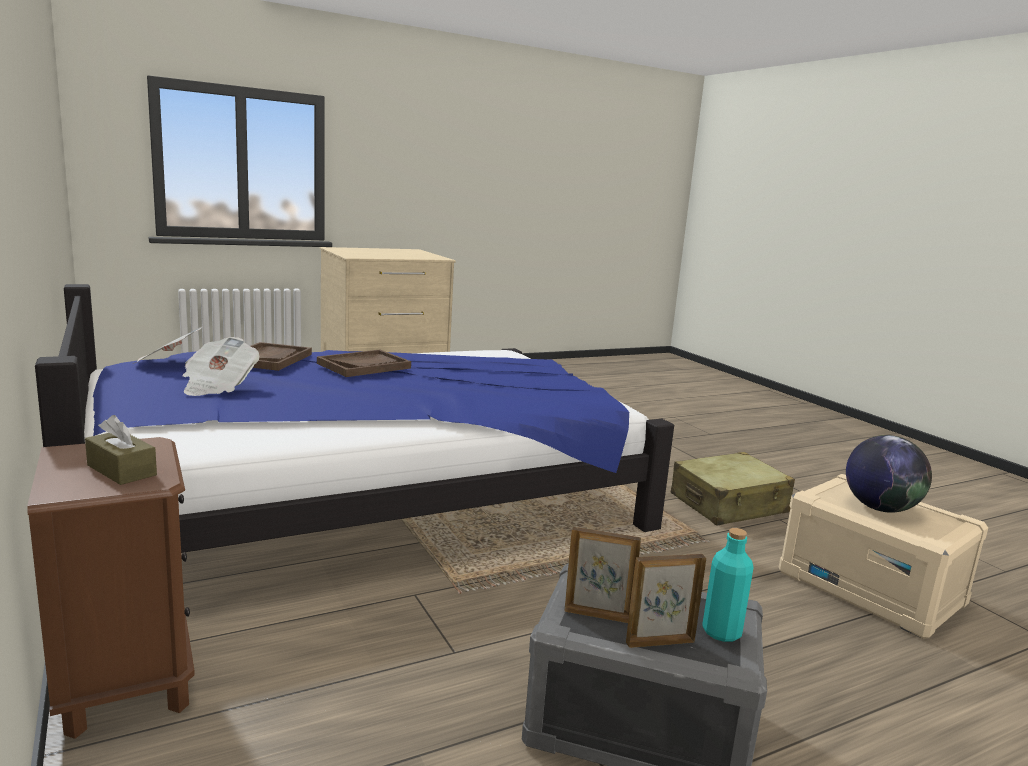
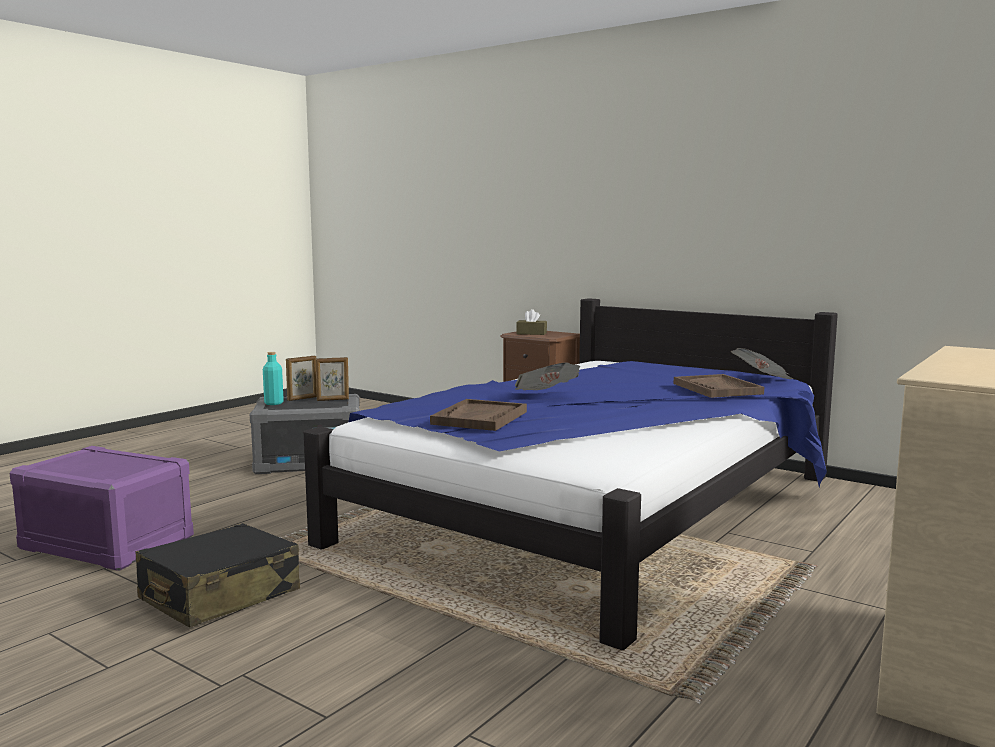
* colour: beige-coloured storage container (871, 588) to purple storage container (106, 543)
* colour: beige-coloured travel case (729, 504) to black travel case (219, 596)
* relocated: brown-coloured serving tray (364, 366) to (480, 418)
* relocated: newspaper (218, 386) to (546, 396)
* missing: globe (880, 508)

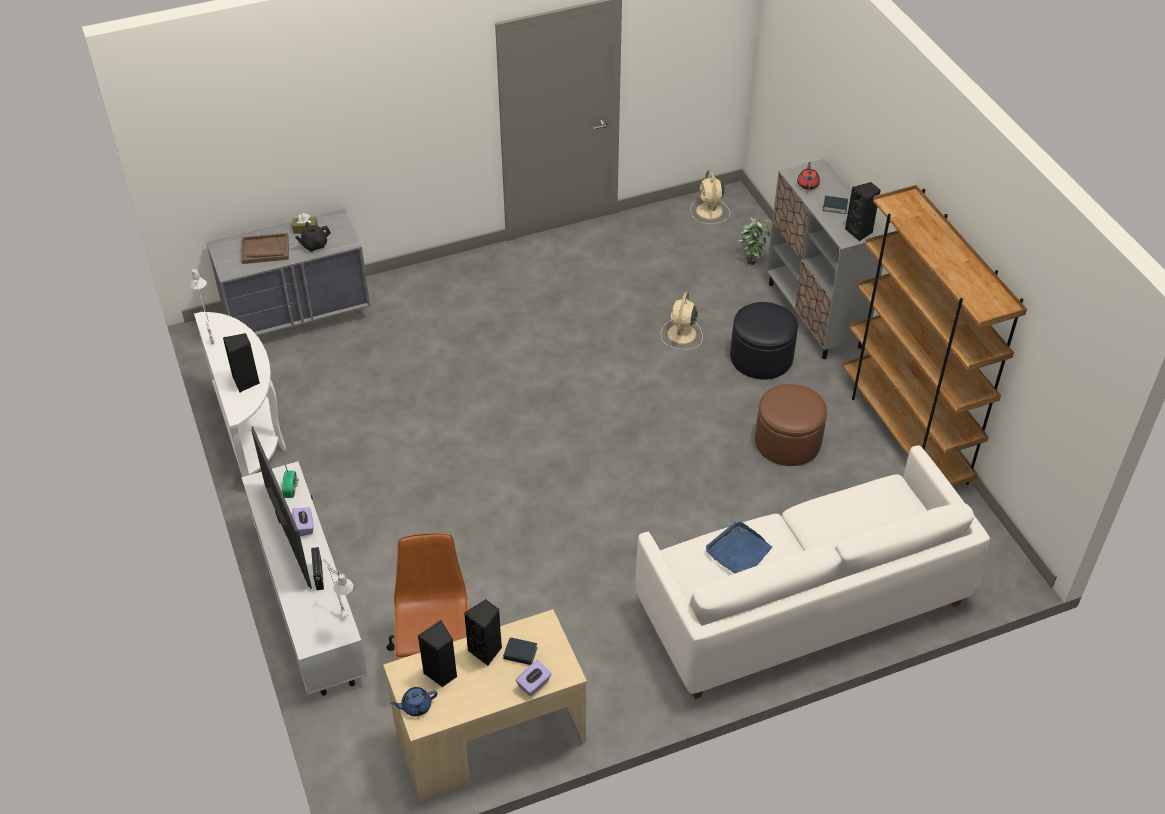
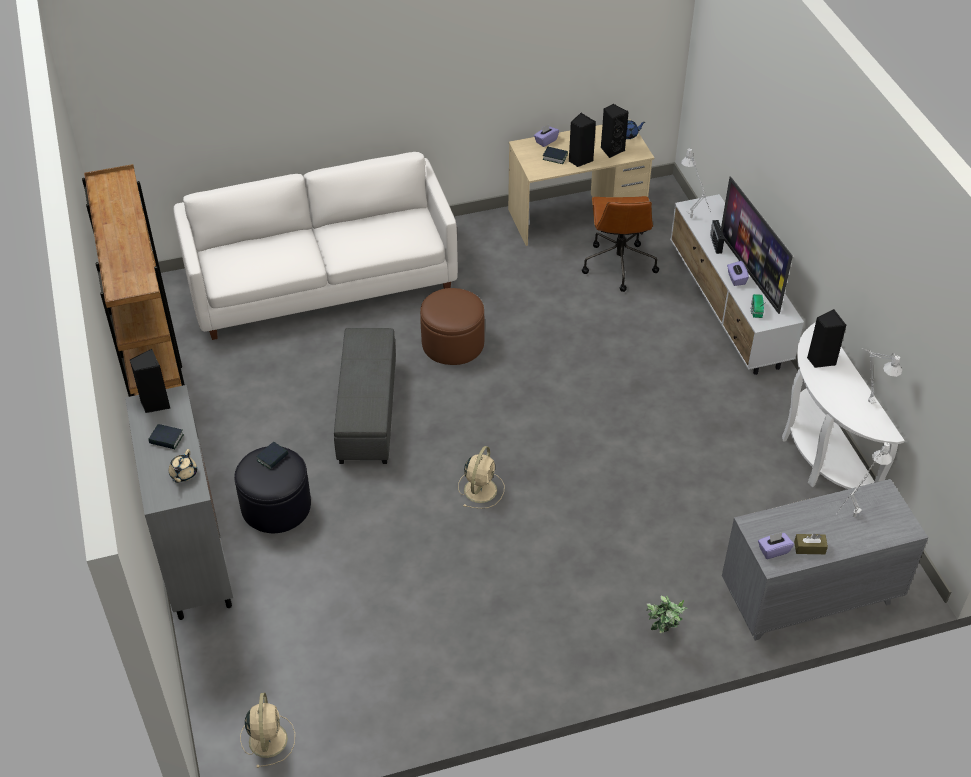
* colour: reddish pot for tea (808, 184) to beige-coloured pot for tea (183, 474)
* appeared: volume (272, 458)
* appeared: gray pouffe (366, 412)
* relocated: brown-coloured pouffe (788, 442) to (453, 343)
* relocated: beige-coloured electric fan (681, 335) to (481, 489)
* relocated: houseplant (751, 259) to (662, 634)
* appeared: purple tissue holder (773, 550)
* exchanged: brown-coloured serving tray (265, 250) to gray tabletop lamp (851, 519)
* missing: black pot for tea (314, 245)
* missing: blue serving tray (738, 551)

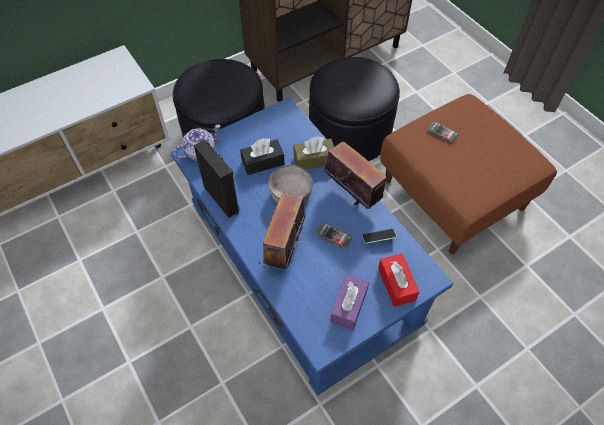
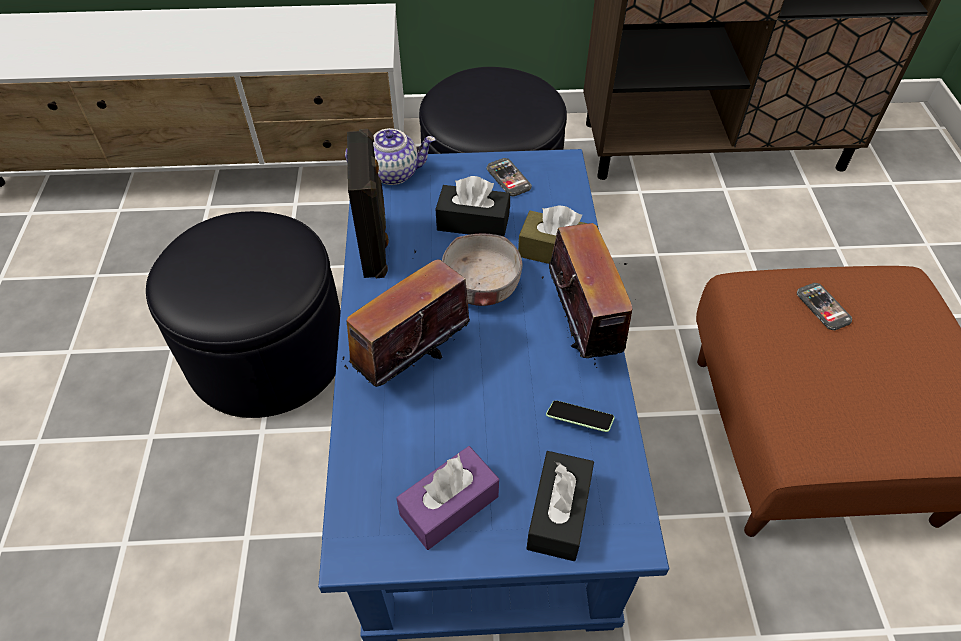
* relocated: black pouffe (350, 132) to (268, 351)
* relocated: telephone (333, 236) to (508, 178)
* colour: reddish tissue holder (396, 284) to black tissue holder (559, 513)

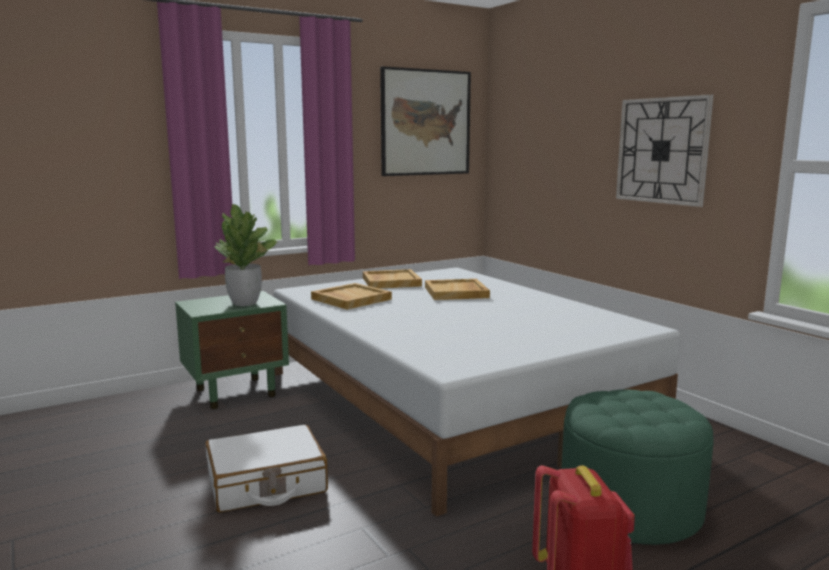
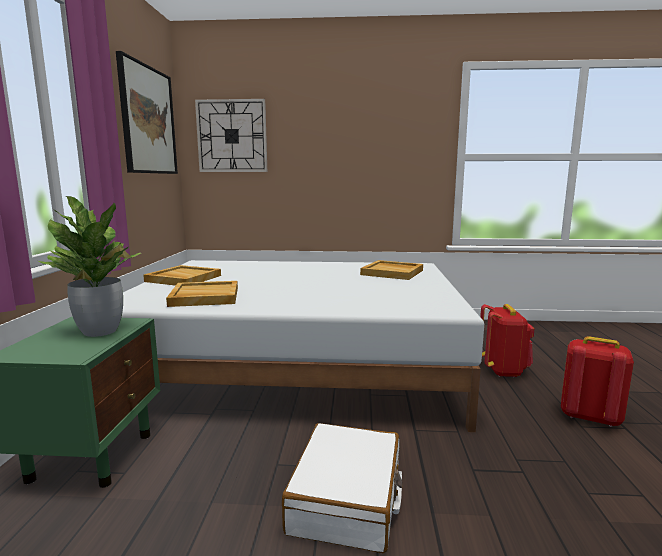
* relocated: clock on the wall (662, 150) to (232, 136)
* relocated: beige-coloured serving tray (456, 292) to (393, 272)
* exchanged: green pouffe (630, 506) to reddish knapsack (503, 370)

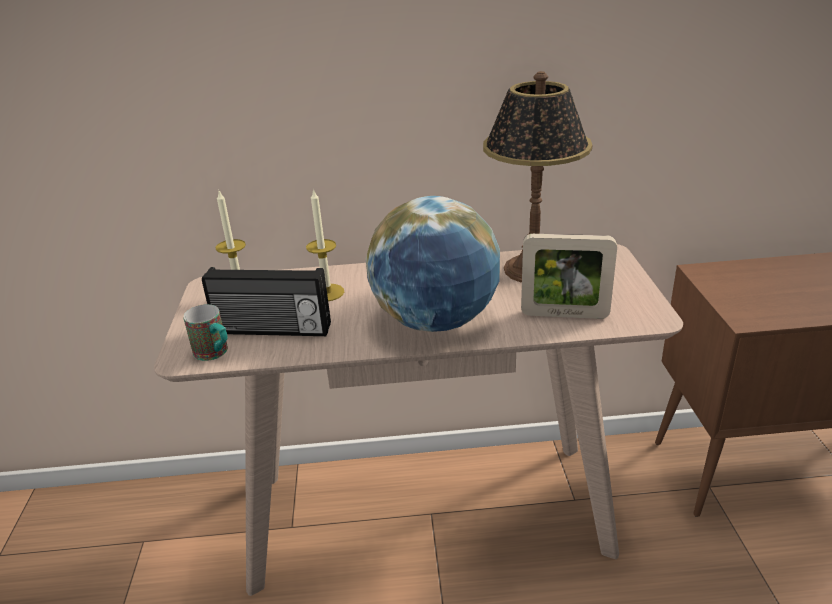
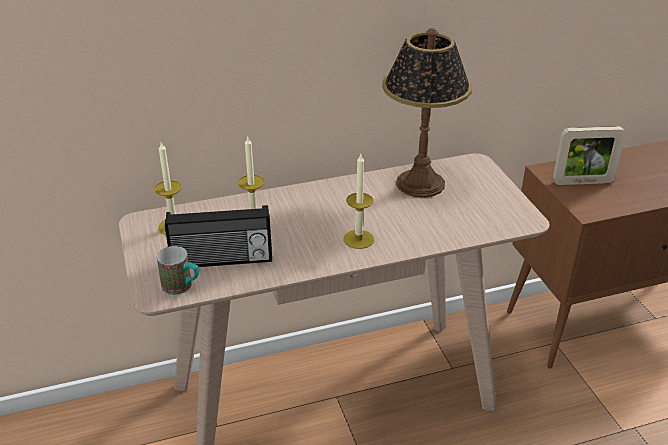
* exchanged: globe (436, 321) to wax light (358, 239)
* relocated: photo frame (564, 314) to (582, 182)

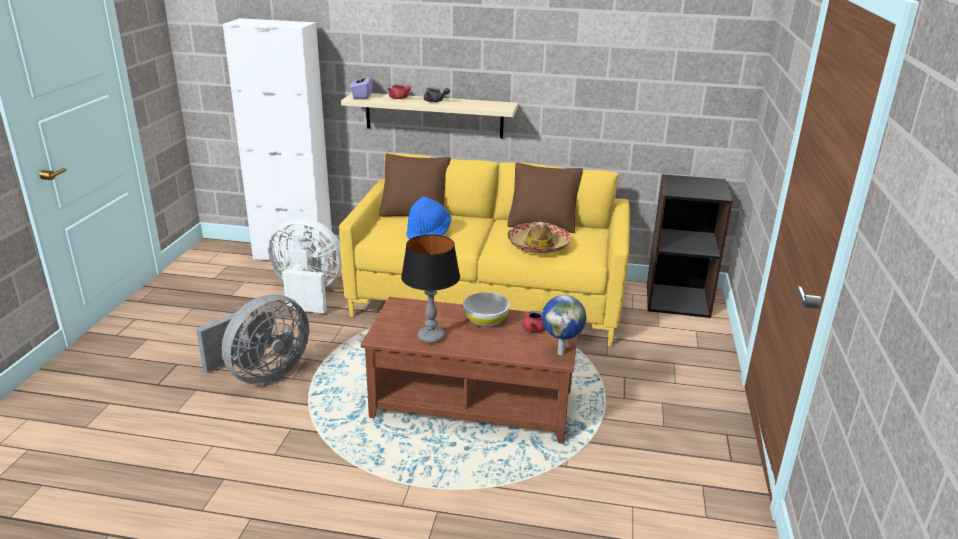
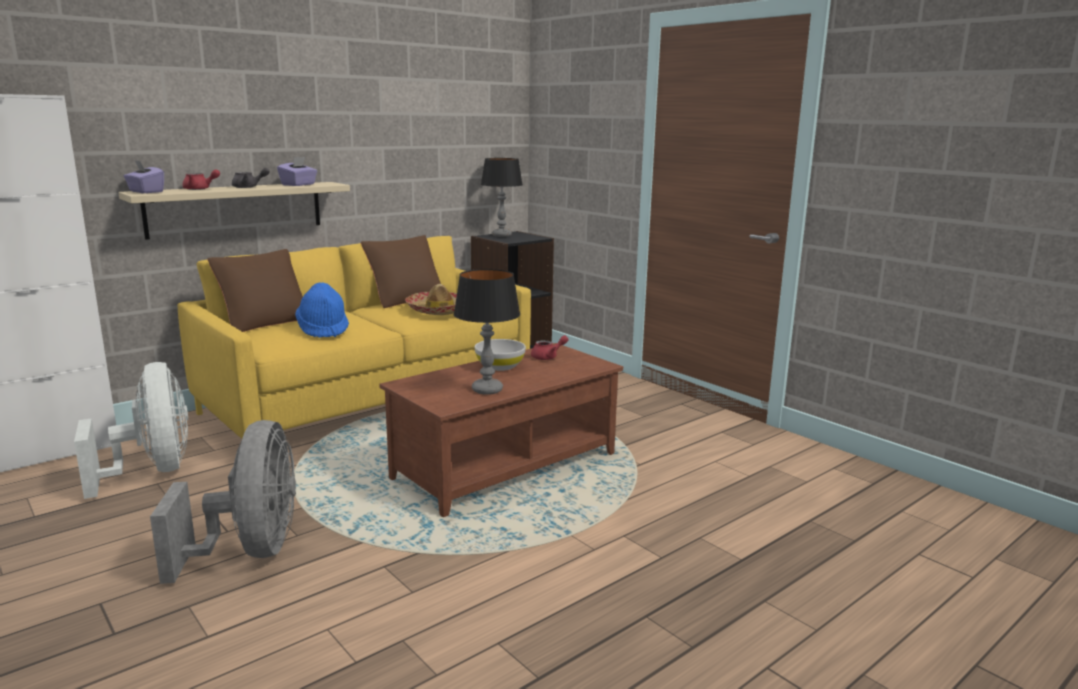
* spun: whitish electric fan (308, 293) = (153, 471) 105 degrees clockwise
* appeared: purple tissue holder (299, 185)
* appeared: tabletop lamp (501, 235)
* missing: globe (561, 352)

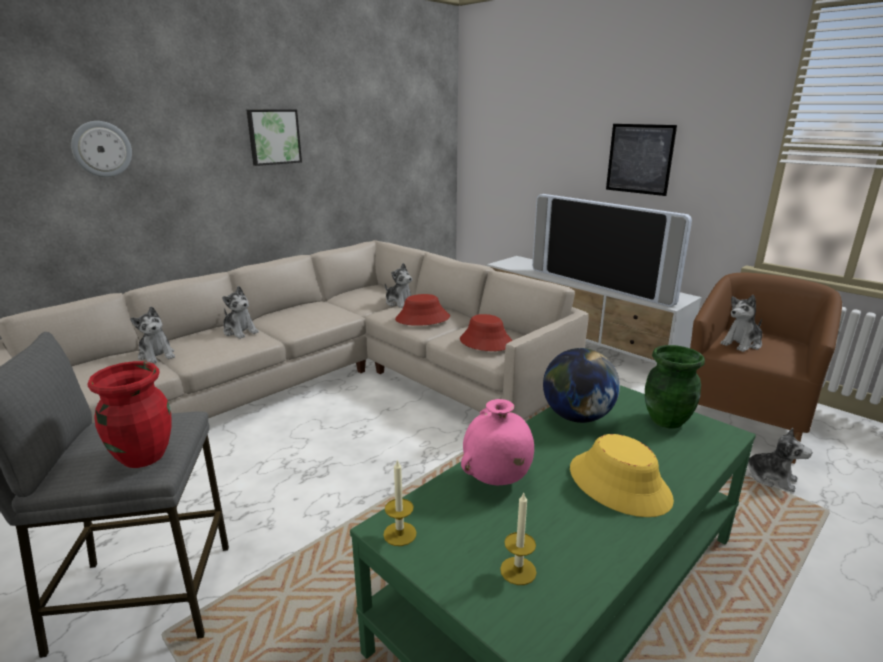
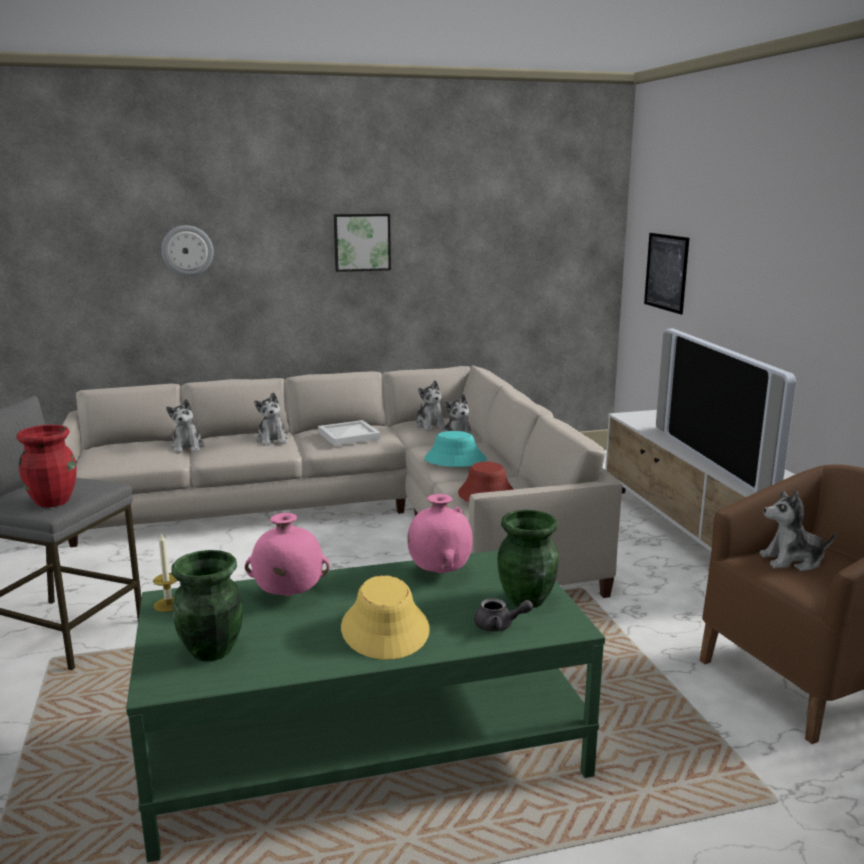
* exchanged: wax light (518, 570) to green vase (211, 651)
* appeared: whitish serving tray (348, 436)
* exchanged: globe (577, 417) to pink vase (439, 572)
* relocated: soft toy (771, 478) to (430, 425)
* colour: reddish clothing hat (422, 318) to turquoise clothing hat (455, 460)
* appeared: gray pot for tea (499, 626)
* relocated: wall art (639, 159) to (666, 272)

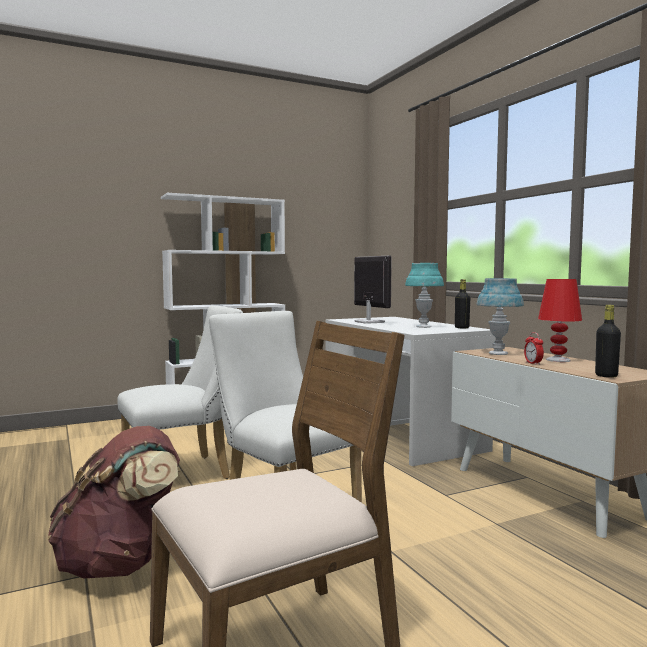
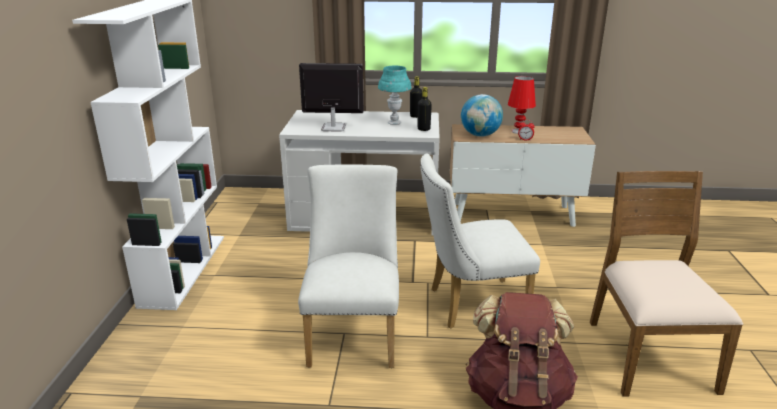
* relocated: black bottle (606, 376) to (423, 129)
* exchanged: blue tabletop lamp (498, 353) to globe (480, 135)

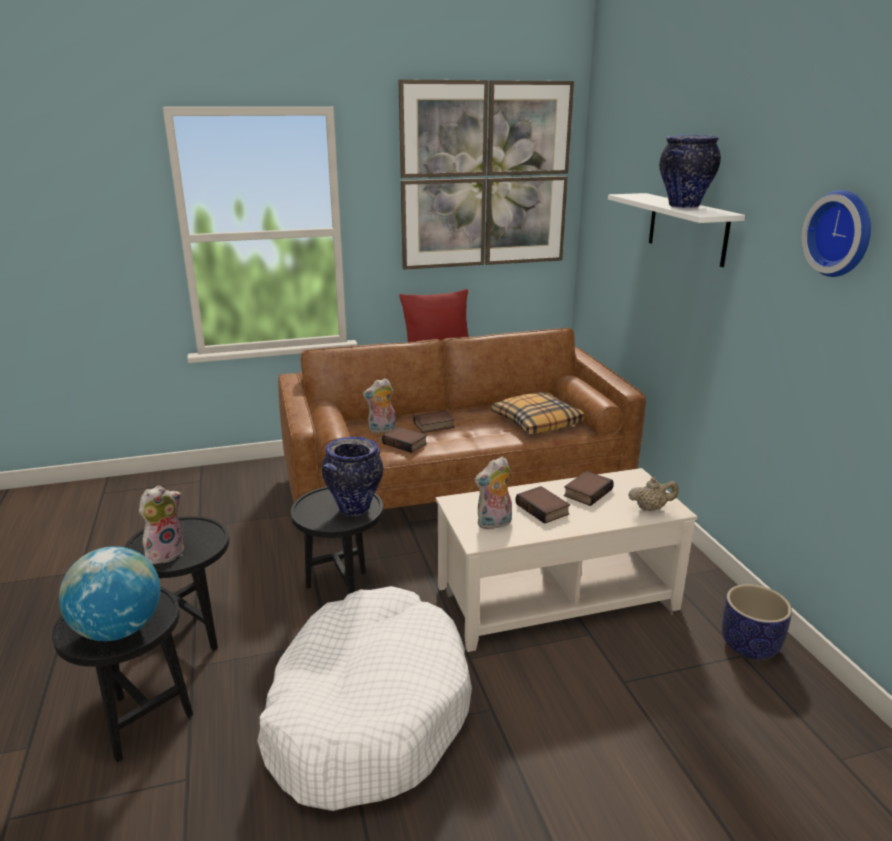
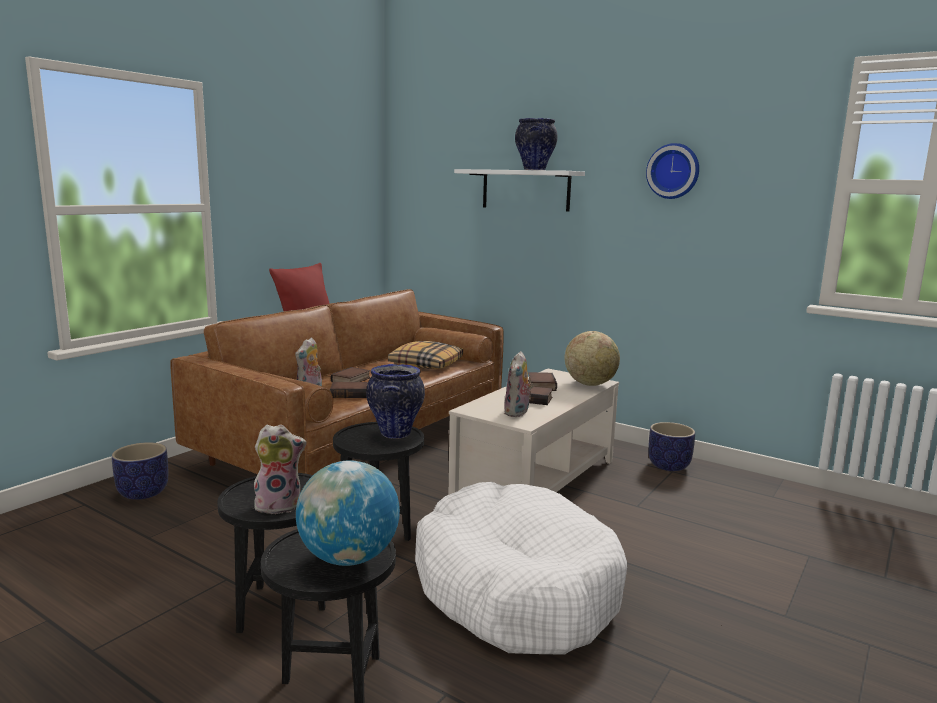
* appeared: plant pot (143, 492)
* spun: soft toy (165, 553) = (279, 505) 75 degrees clockwise
* exchanged: beige-coloured pot for tea (651, 508) to globe (590, 384)
* missing: wall art (485, 176)

